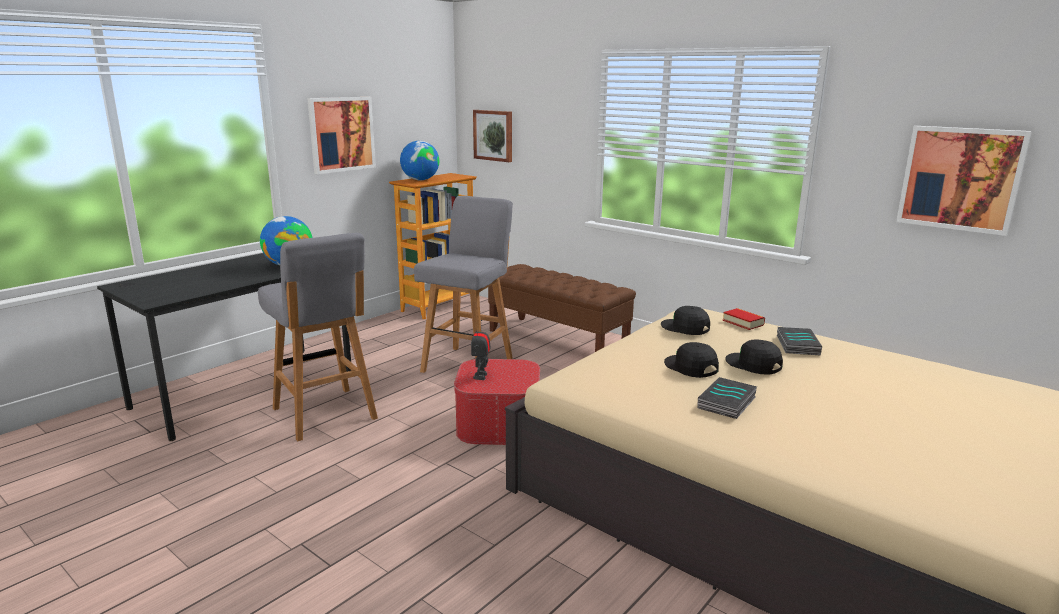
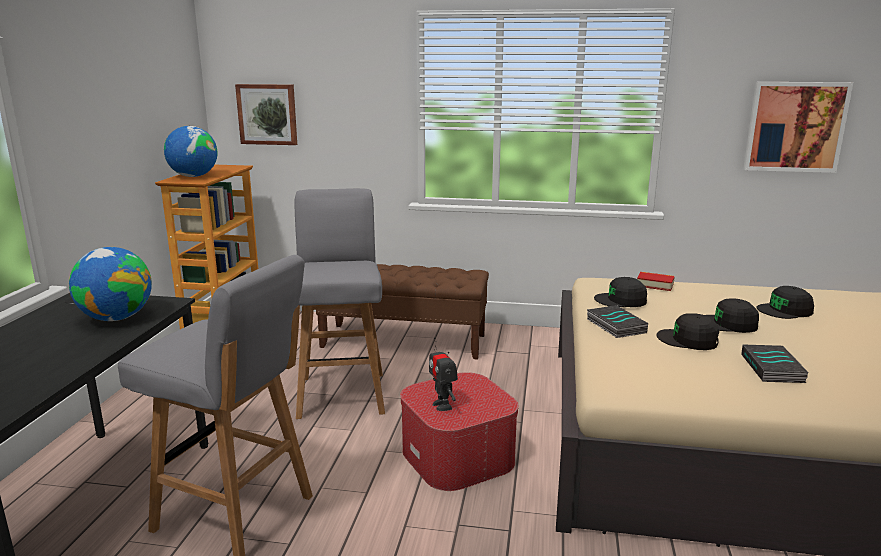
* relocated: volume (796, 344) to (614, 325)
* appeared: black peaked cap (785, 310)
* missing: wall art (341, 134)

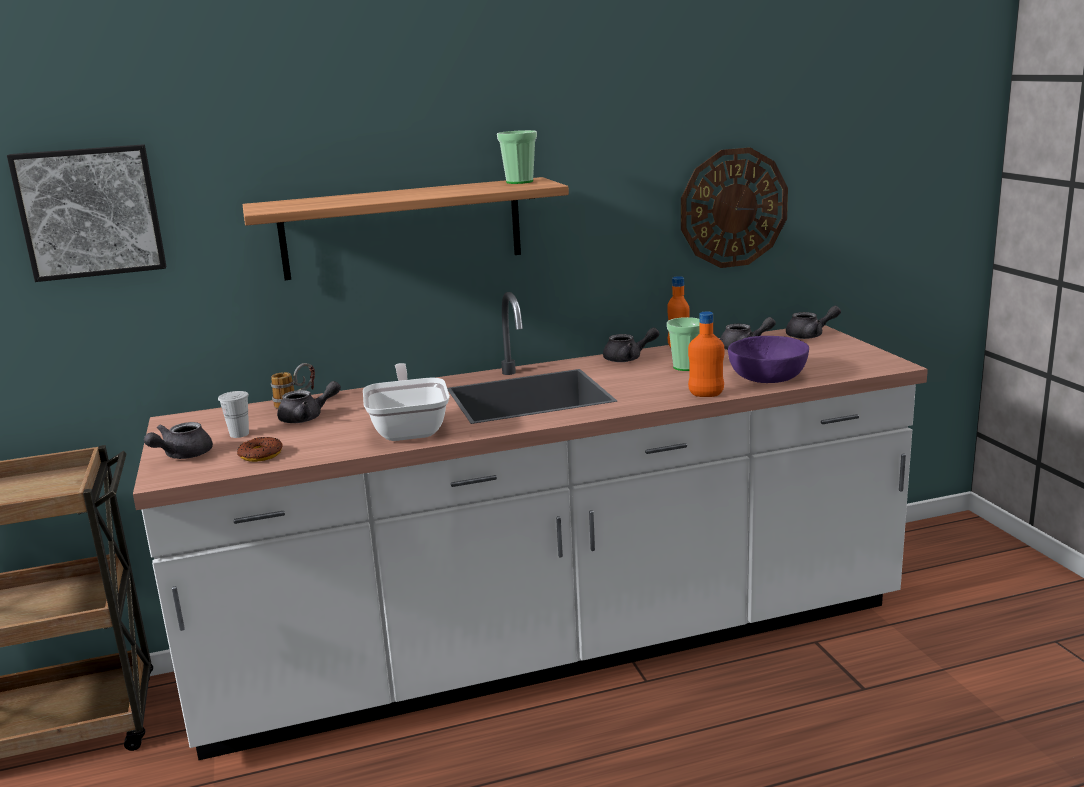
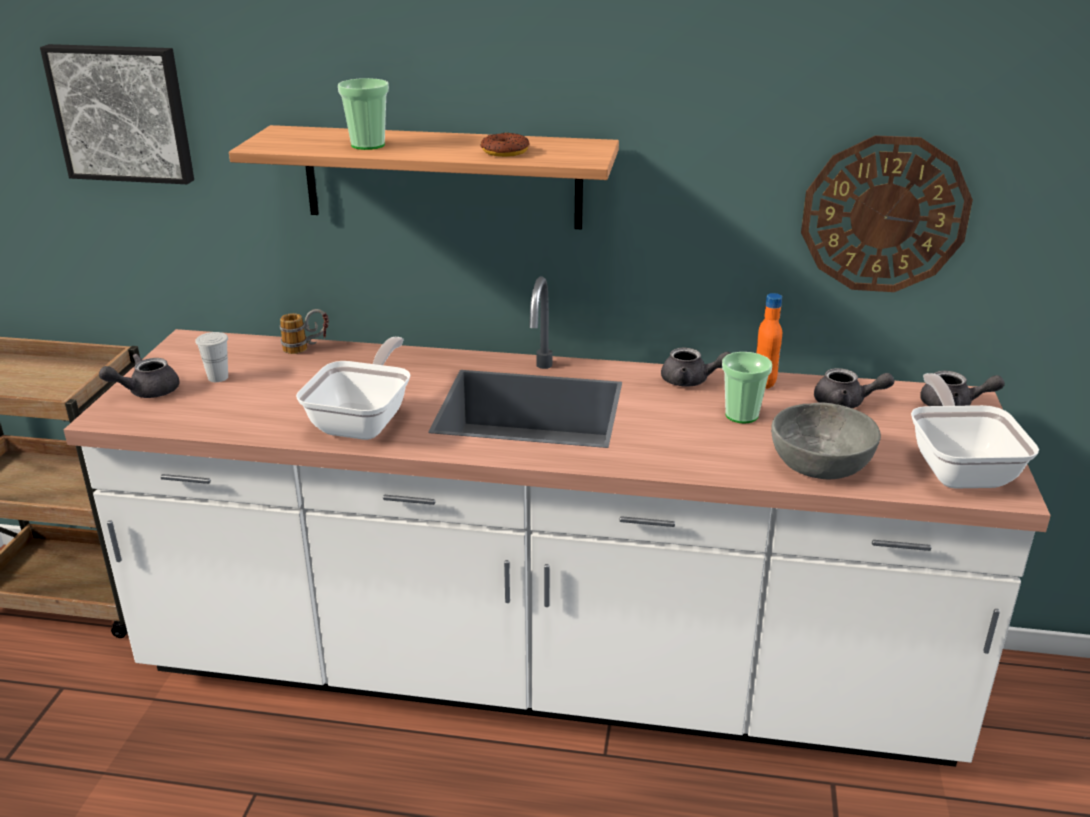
* relocated: small cup (519, 182) to (368, 145)
* relocated: donut (260, 455) to (504, 151)
* colour: purple deep dish (767, 377) to gray deep dish (820, 463)
* appeared: pan (959, 467)
* missing: gray pot for tea (307, 418)
* missing: orange-coloured bottle (706, 395)

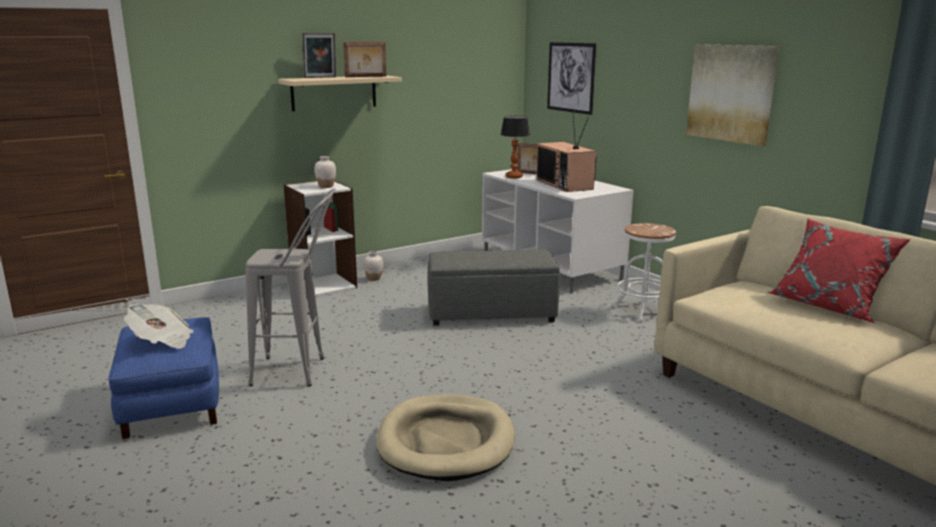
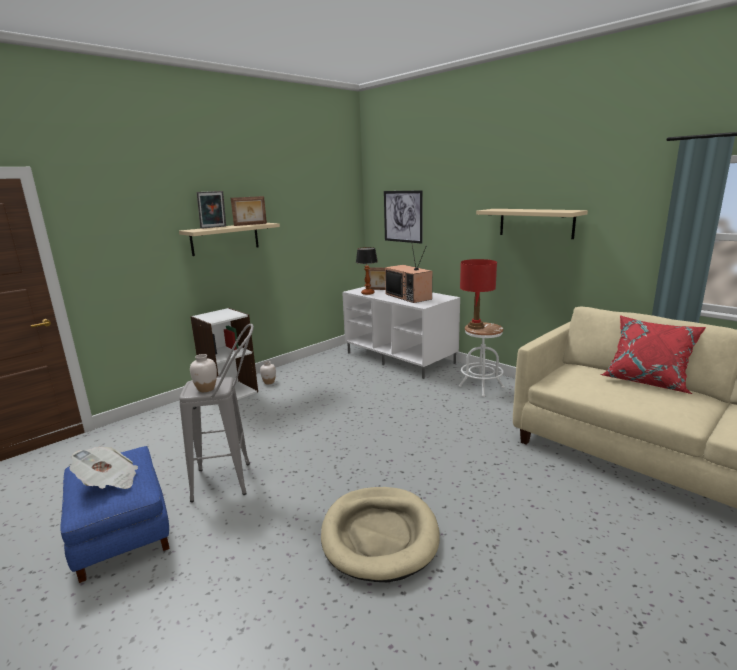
* relocated: whitish vase (326, 186) to (206, 389)
* appeared: reddish tabletop lamp (476, 326)
* exchanged: wall art (731, 93) to beige-coloured shelf (536, 223)
* missing: gray pouffe (492, 314)

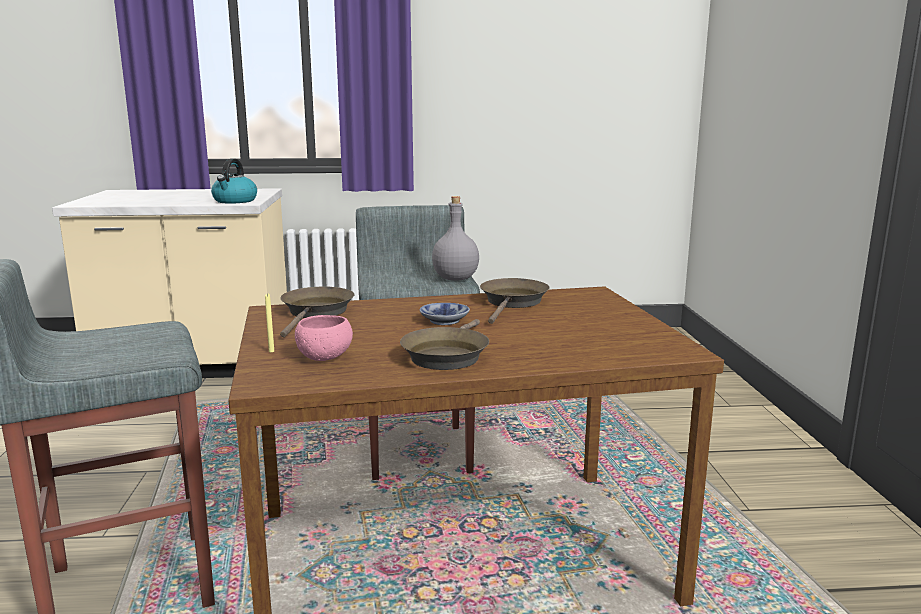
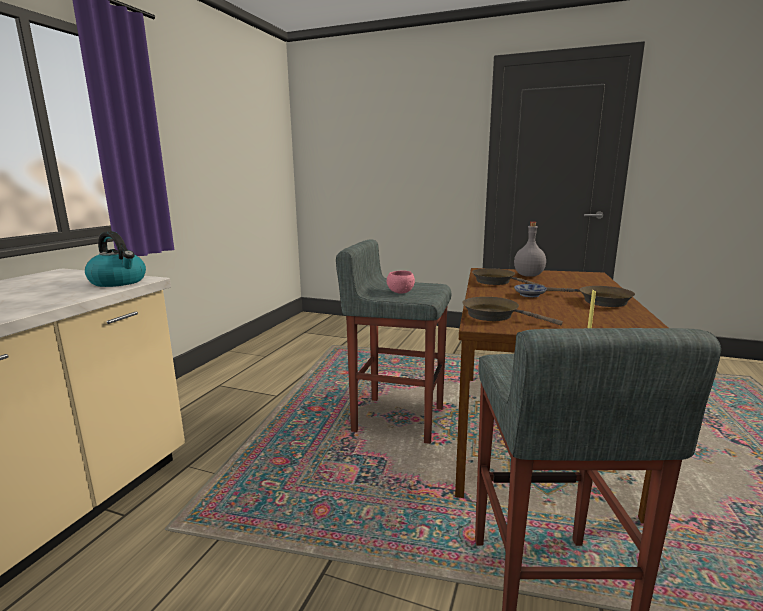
* relocated: pink deep dish (324, 358) to (400, 292)
* relocated: gray bottle (456, 279) to (529, 275)

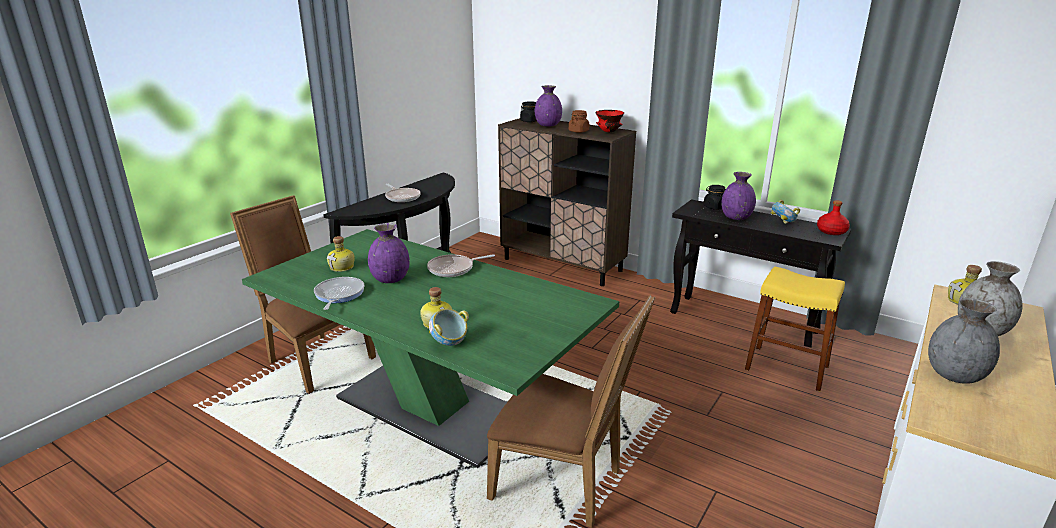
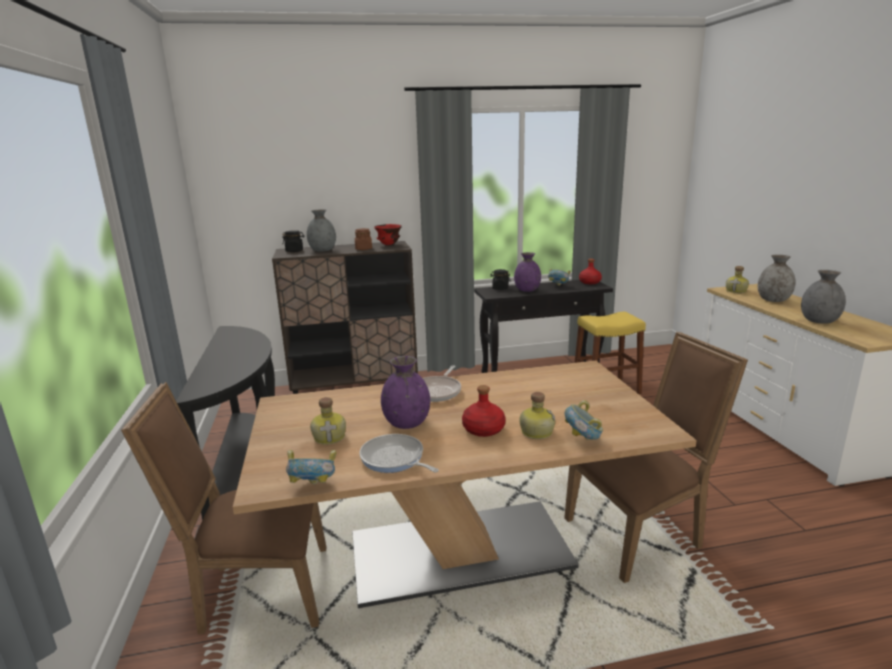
* colour: green kitchen table (432, 408) to beige-coloured kitchen table (459, 551)
* appeared: deep dish (313, 486)
* colour: purple vase (548, 125) to gray vase (323, 250)
* appeared: reddish bottle (484, 429)
* missing: pan (402, 197)

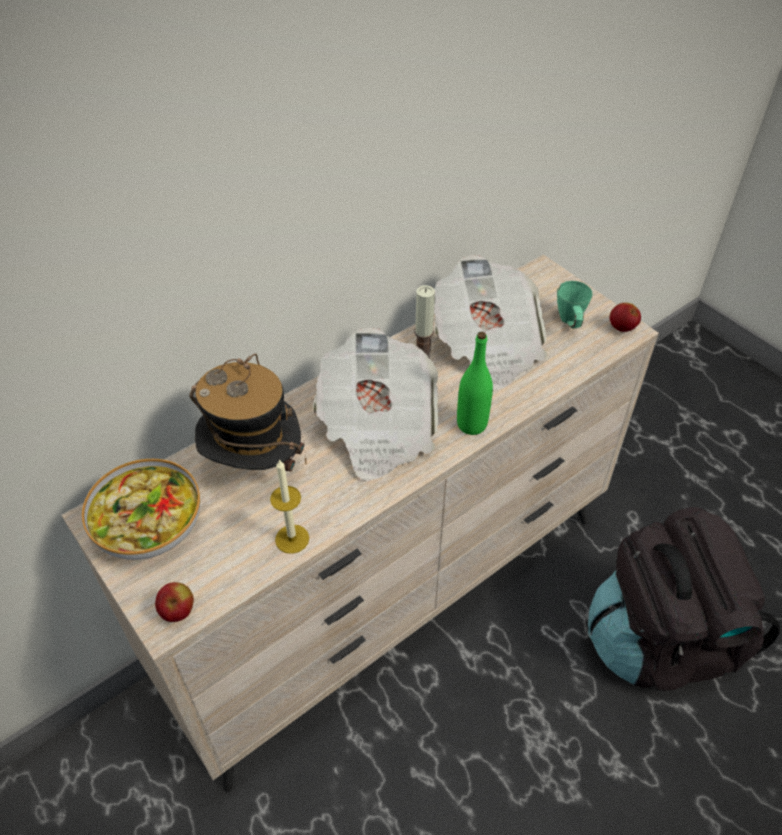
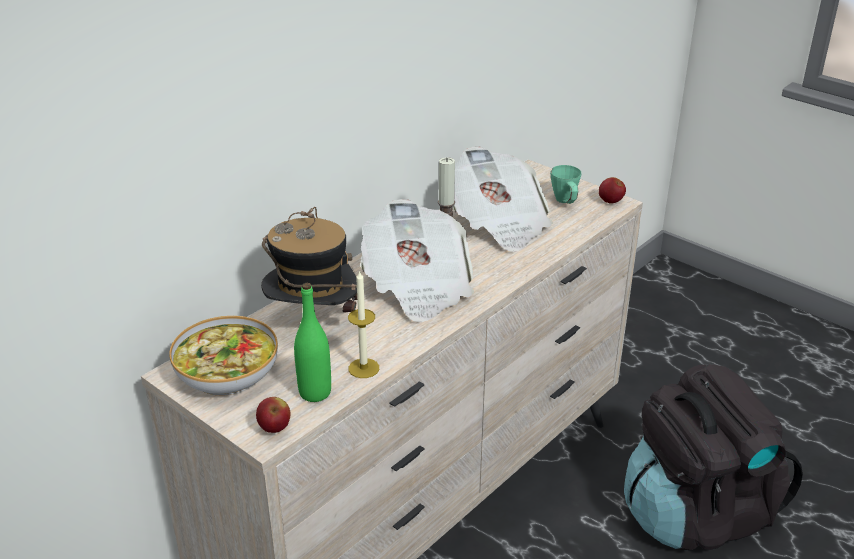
* relocated: green bottle (471, 424) to (315, 392)

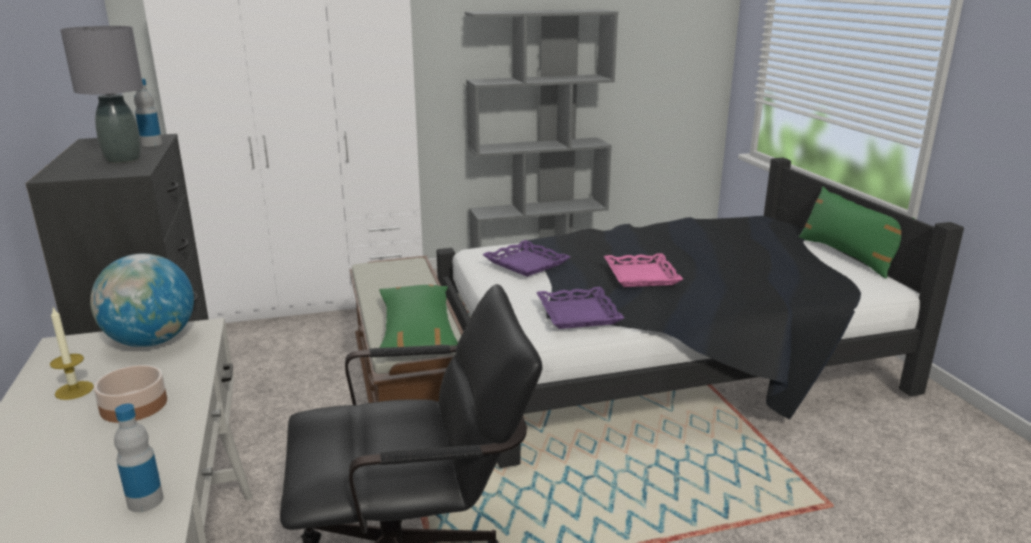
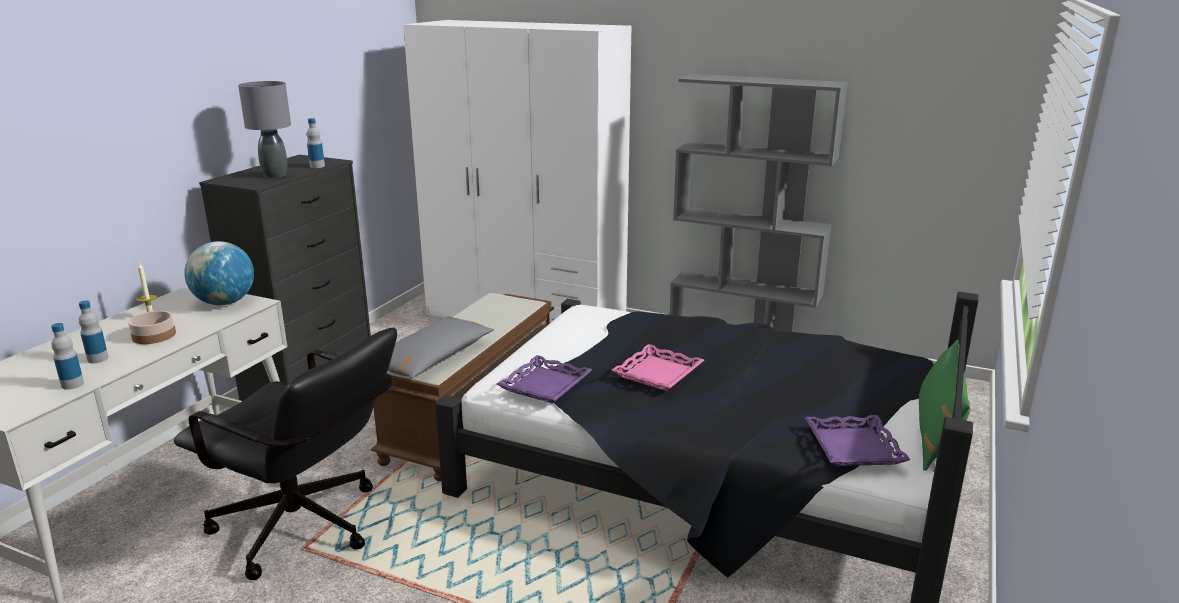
* appeared: bottle (98, 359)
* colour: green pillow (417, 333) to gray pillow (432, 358)
* relocated: purple serving tray (525, 263) to (853, 447)

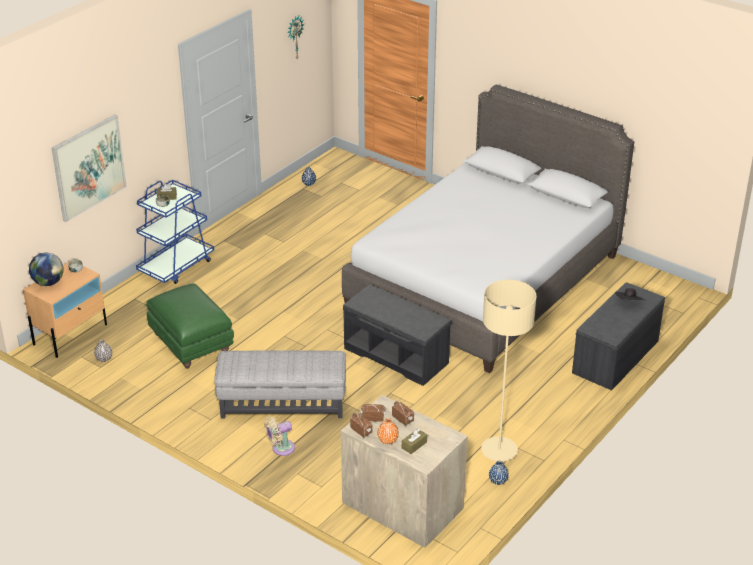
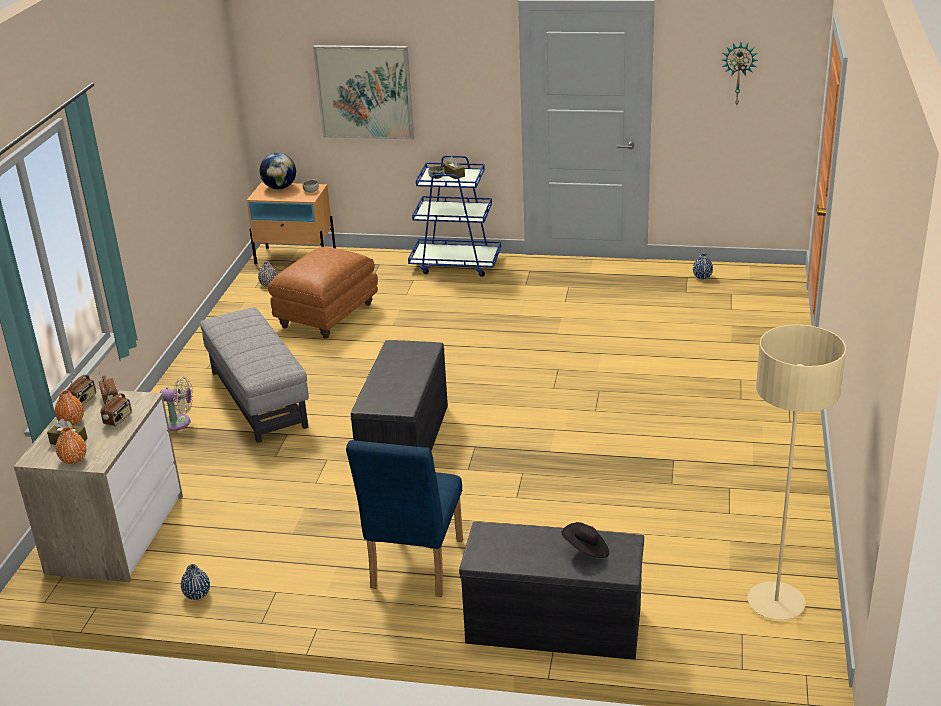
* appeared: orange-coloured vase (73, 459)
* spun: beige-coloured electric fan (281, 449) = (179, 423) 150 degrees clockwise
* colour: green pouffe (192, 344) to brown-coloured pouffe (327, 317)
* appeared: blue chair (414, 569)
* relocated: beige-coloured standing lamp (499, 450) to (776, 603)
* missing: gray bed (484, 281)

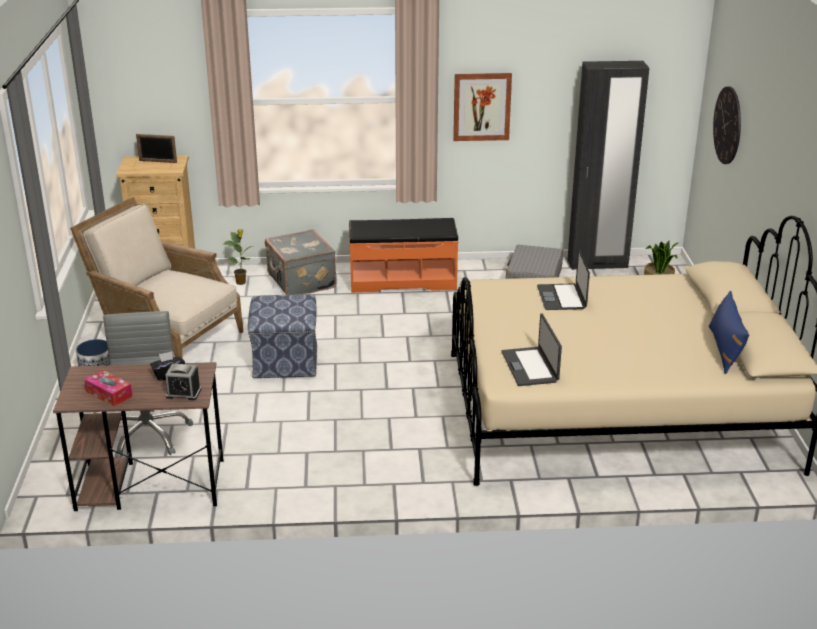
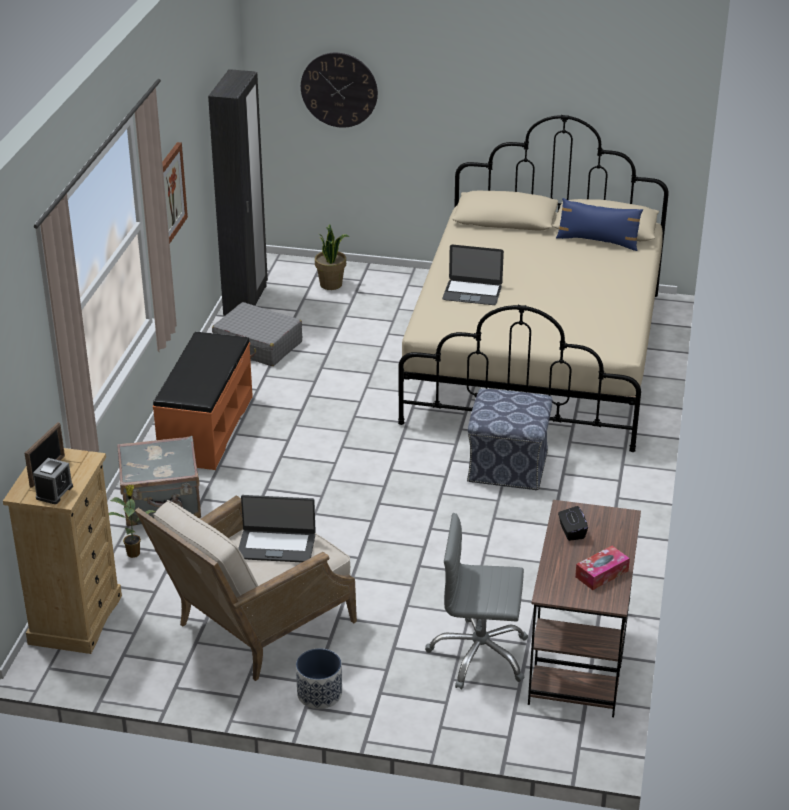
* relocated: alarm clock (183, 393) to (54, 492)
* relocated: portable computer (530, 367) to (276, 546)
* relocated: pouffe (285, 362) to (508, 466)

